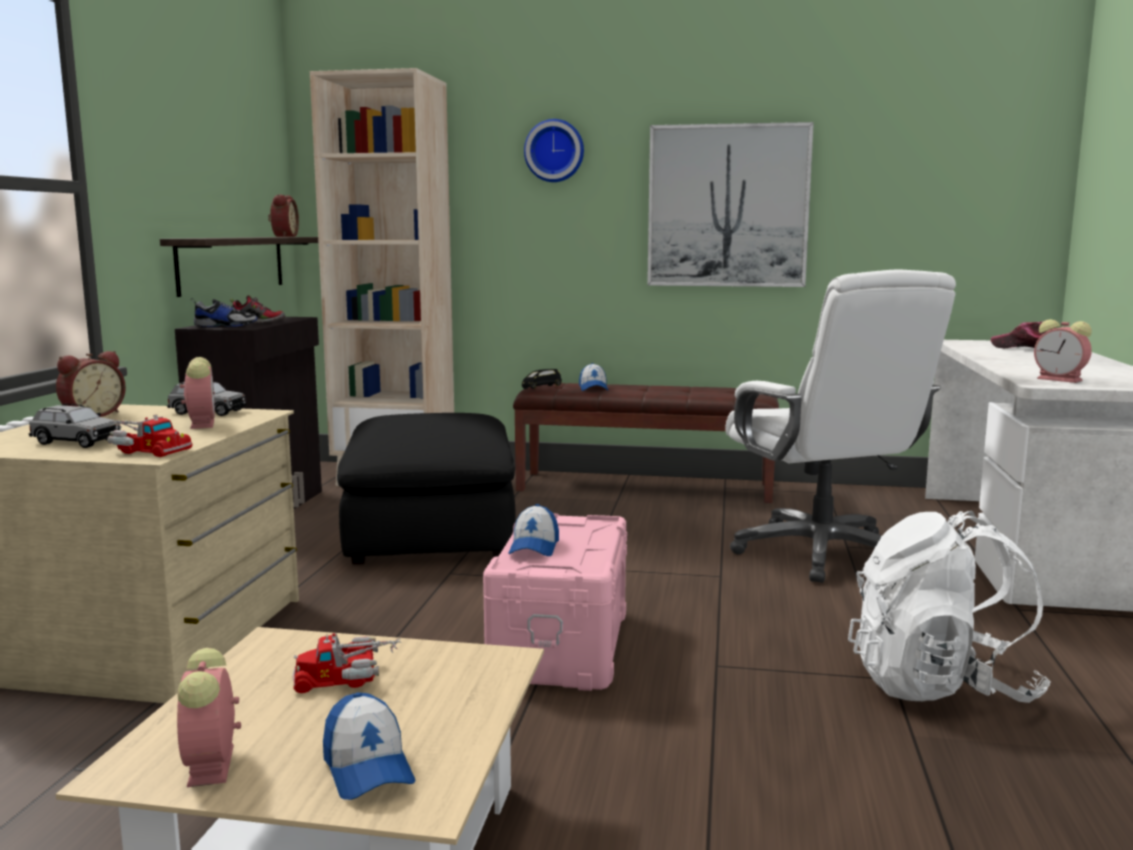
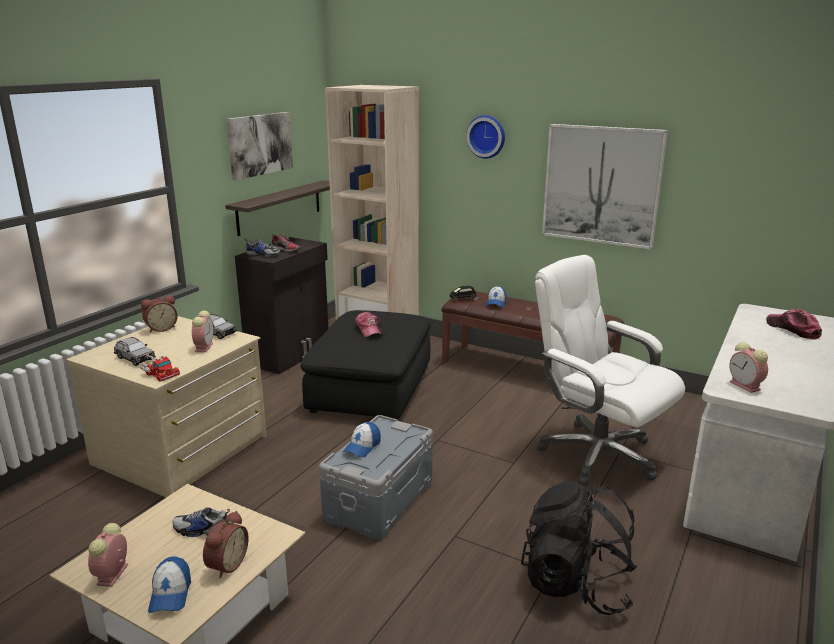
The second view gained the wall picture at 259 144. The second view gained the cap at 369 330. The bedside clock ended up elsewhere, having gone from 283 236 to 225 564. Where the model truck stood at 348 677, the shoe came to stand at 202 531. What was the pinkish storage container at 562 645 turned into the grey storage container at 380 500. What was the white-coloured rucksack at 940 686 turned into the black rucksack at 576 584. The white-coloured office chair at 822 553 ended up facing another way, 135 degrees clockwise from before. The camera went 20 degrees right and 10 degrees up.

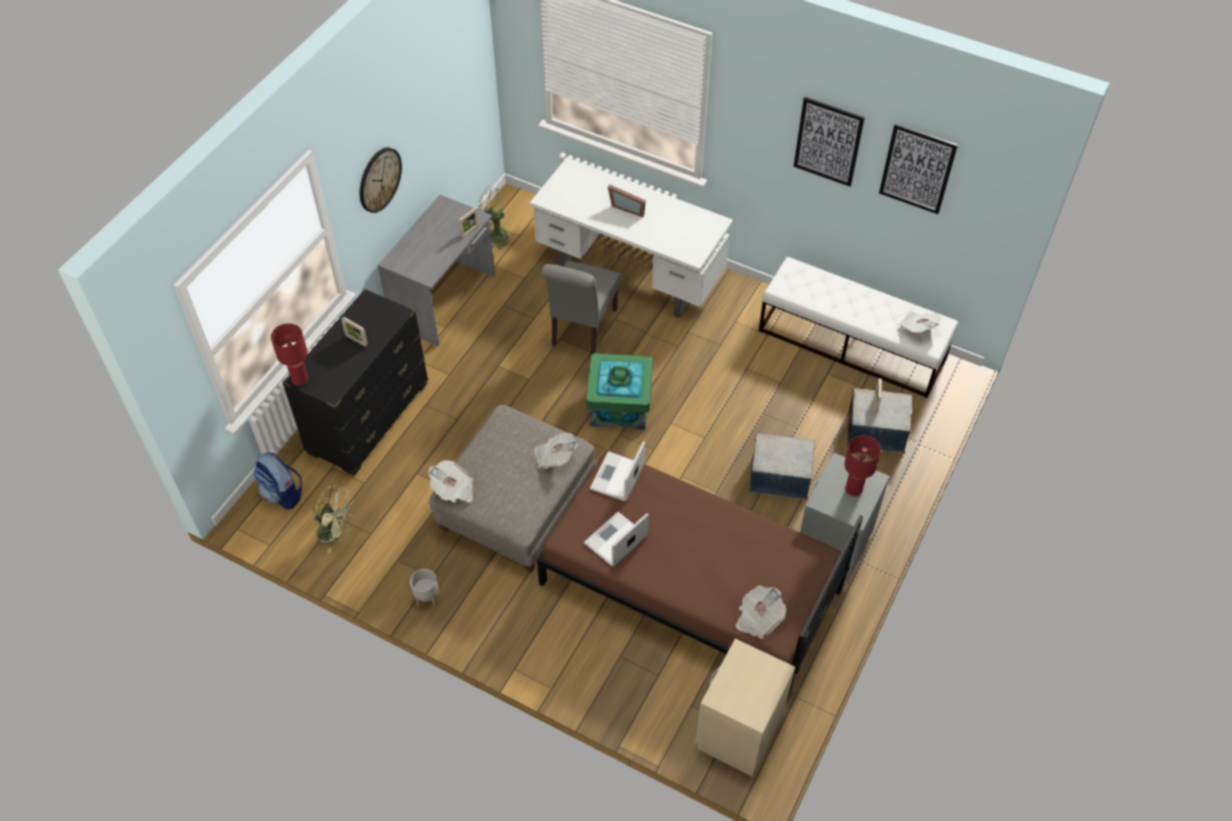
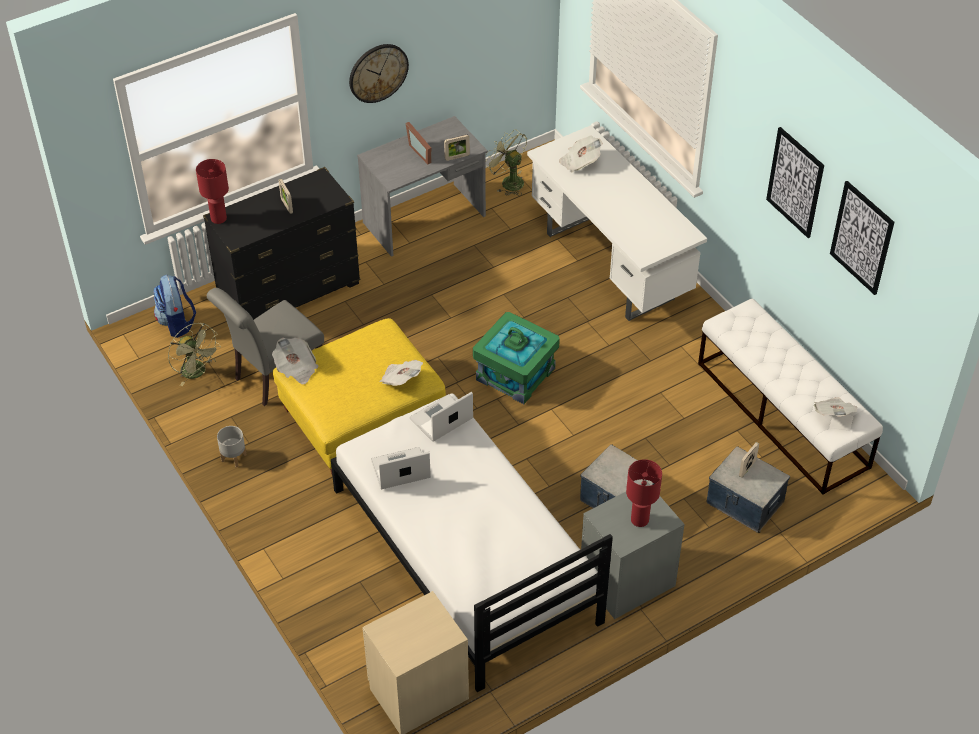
The grey upright chair ended up elsewhere, having gone from 582 330 to 274 377. The picture frame ended up elsewhere, having gone from 628 207 to 422 151. The printed paper ended up elsewhere, having gone from 758 618 to 580 162. What was the grey pouffe at 516 506 turned into the yellow pouffe at 362 418. What was the brown bed at 690 587 turned into the white-coloured bed at 464 555. The camera went 30 degrees right and 5 degrees down.

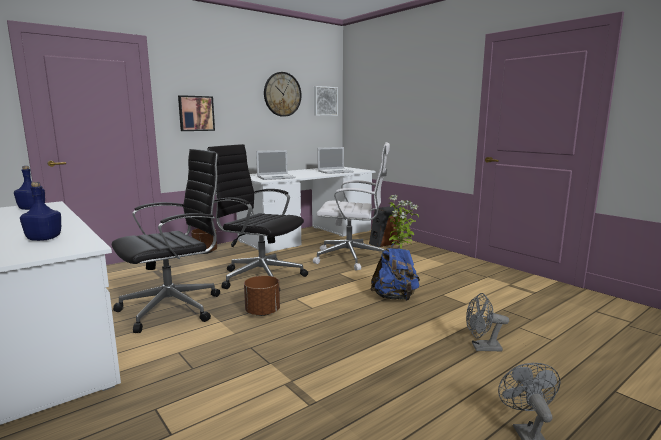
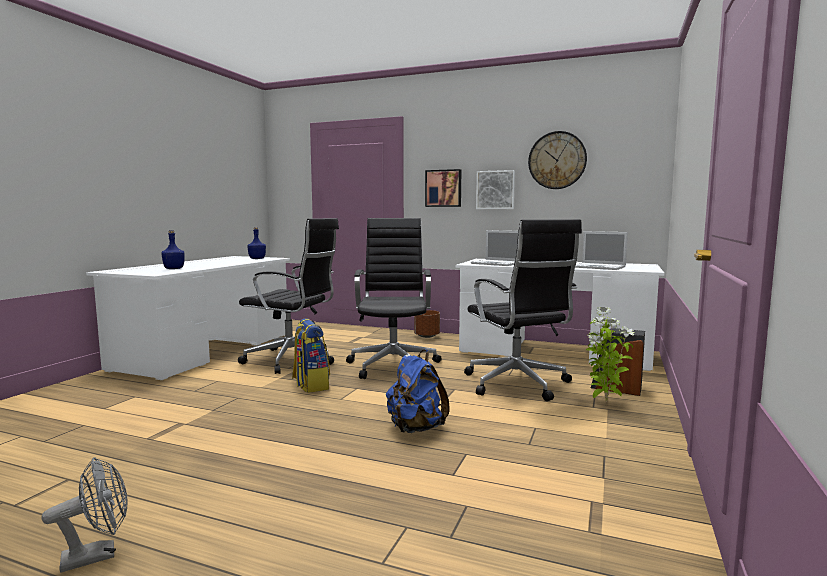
The second view lost the grey electric fan at 482 348. The wall picture ended up elsewhere, having gone from 325 101 to 495 190. Where the brown planter stood at 262 312, the rucksack came to stand at 310 385. What was the white-coloured office chair at 352 258 turned into the black office chair at 517 384. The camera went 60 degrees right and 5 degrees down.

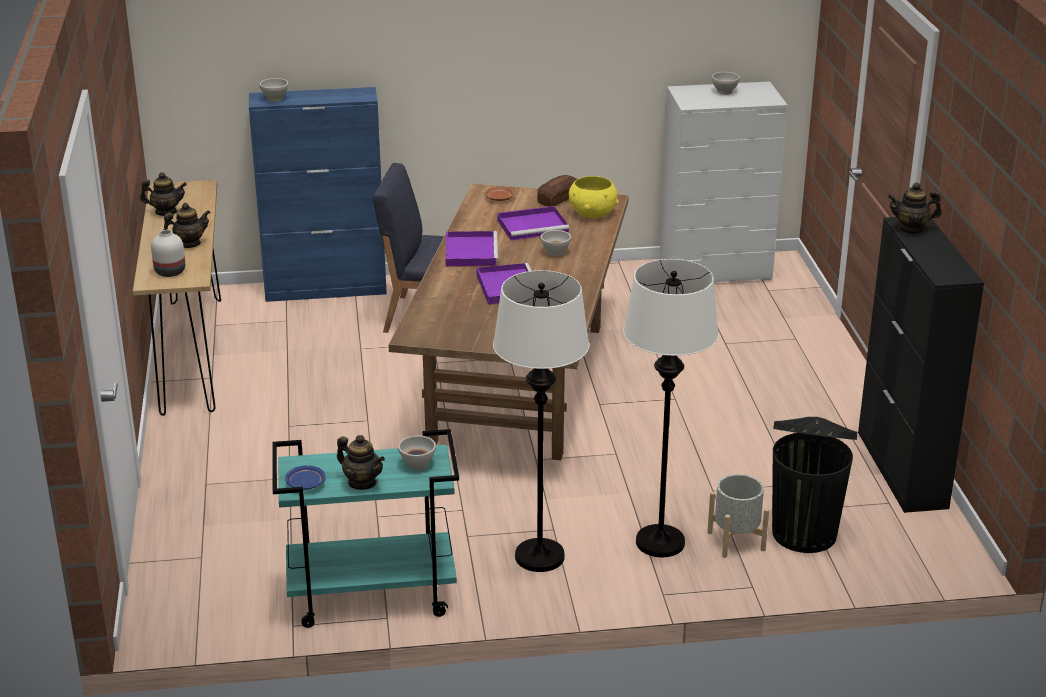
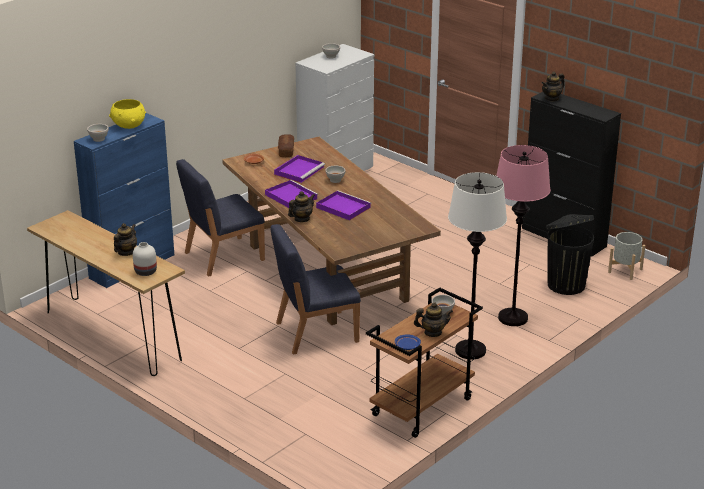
The second view gained the bluish upright chair at 315 332. The pot for tea ended up elsewhere, having gone from 166 212 to 301 219. The yellow deep dish ended up elsewhere, having gone from 592 213 to 129 125. The grey planter ended up elsewhere, having gone from 736 541 to 625 270. What was the turquoise cart at 370 596 turned into the brown cart at 422 408. What was the white-coloured standing lamp at 660 543 turned into the pinkish standing lamp at 513 318. The camera went 40 degrees left and 0 degrees up.

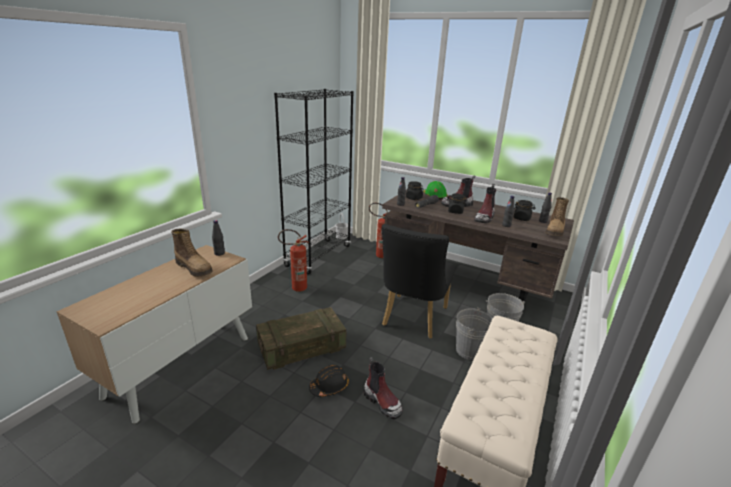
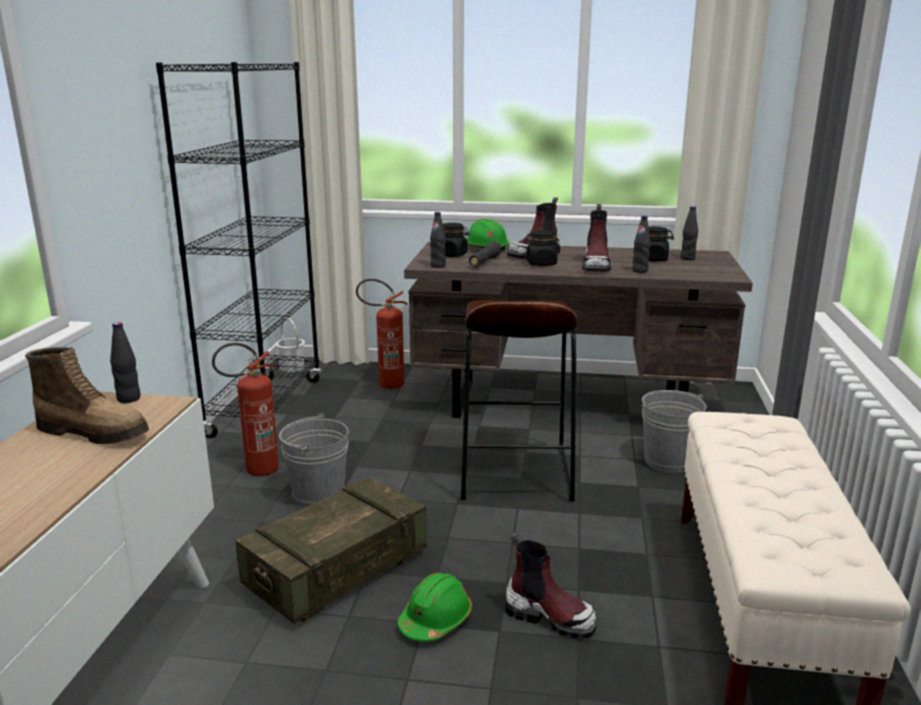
The second view lost the high-top boot at 555 231. The grey pail ended up elsewhere, having gone from 469 350 to 318 495. Where the black upright chair stood at 412 319, the brown stool seat came to stand at 514 474. What was the black work helmet at 329 386 turned into the greenish work helmet at 435 620. The camera went 20 degrees left and 5 degrees down.

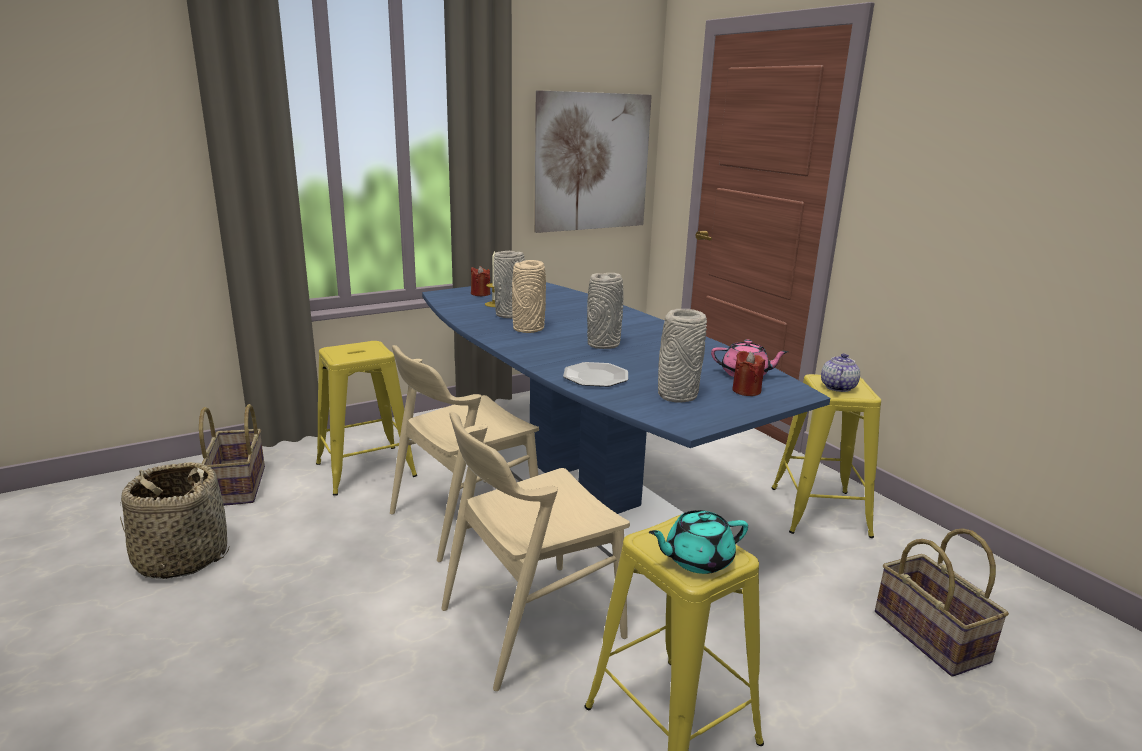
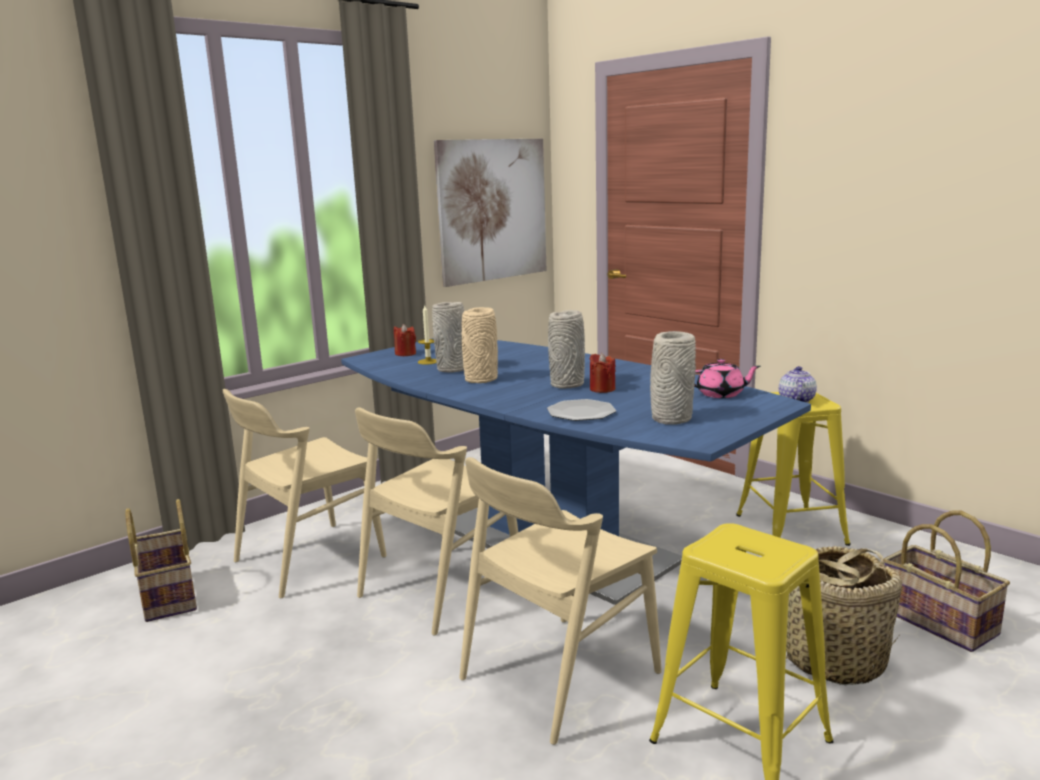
The second view lost the turquoise pot for tea at 697 559. The storage basket ended up elsewhere, having gone from 181 557 to 833 660. The red-coloured wax light ended up elsewhere, having gone from 746 390 to 602 389. Where the yellow stool seat stood at 366 470, the sand-coloured upright chair came to stand at 309 559. The camera went 10 degrees left and 5 degrees down.

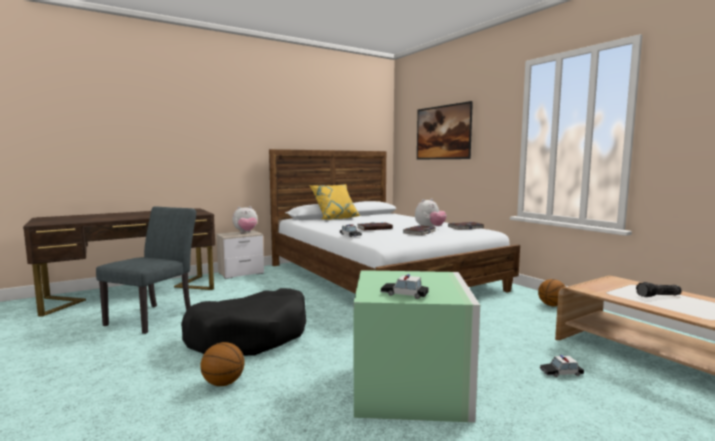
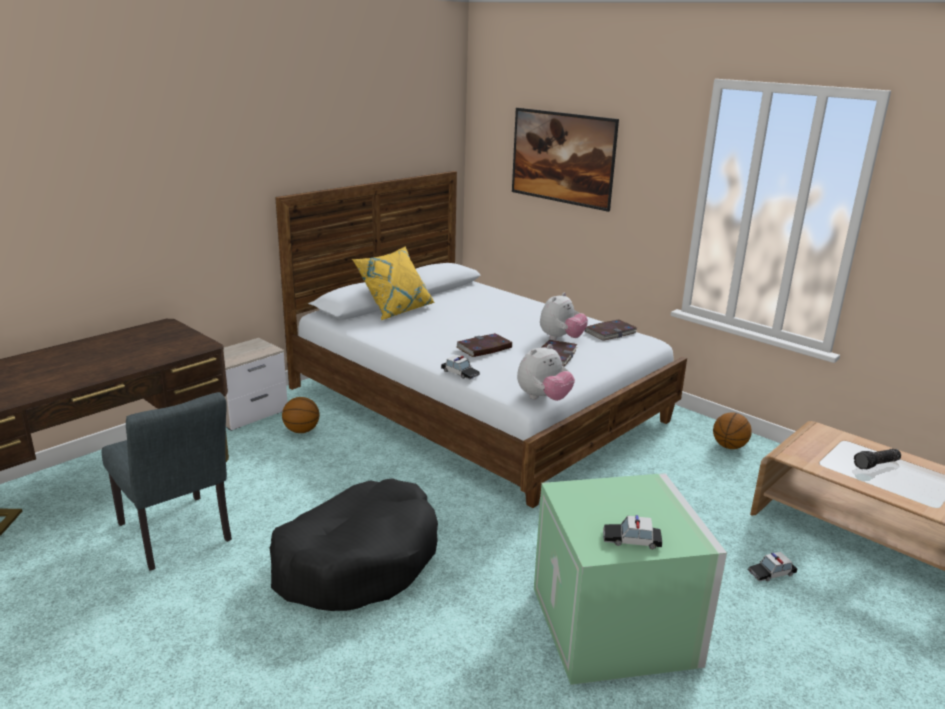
The basketball ended up elsewhere, having gone from 223 383 to 302 431. The cuddly toy ended up elsewhere, having gone from 246 232 to 543 398. The grey upright chair at 155 316 ended up facing another way, 135 degrees clockwise from before. The camera went 15 degrees left and 15 degrees up.

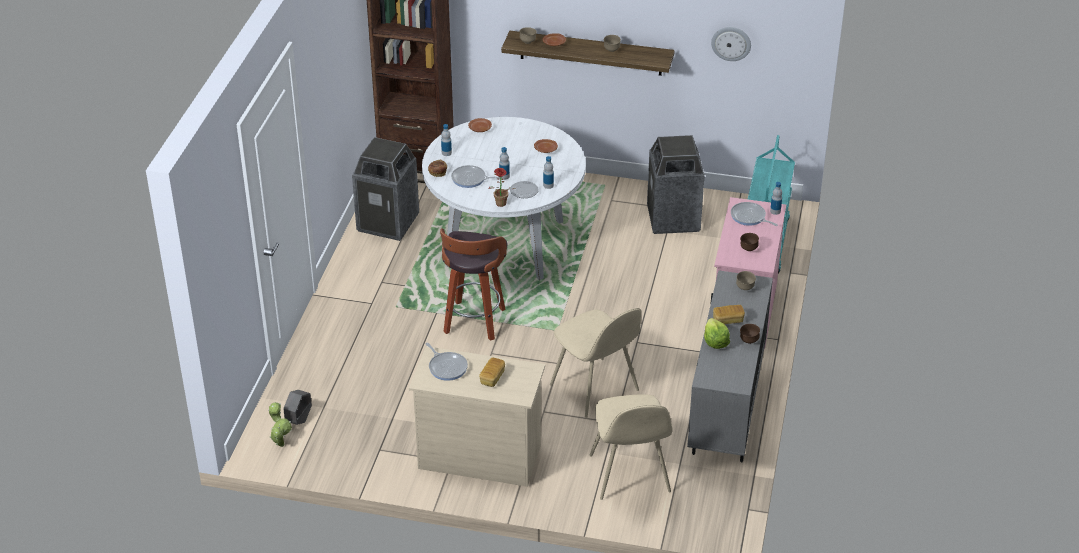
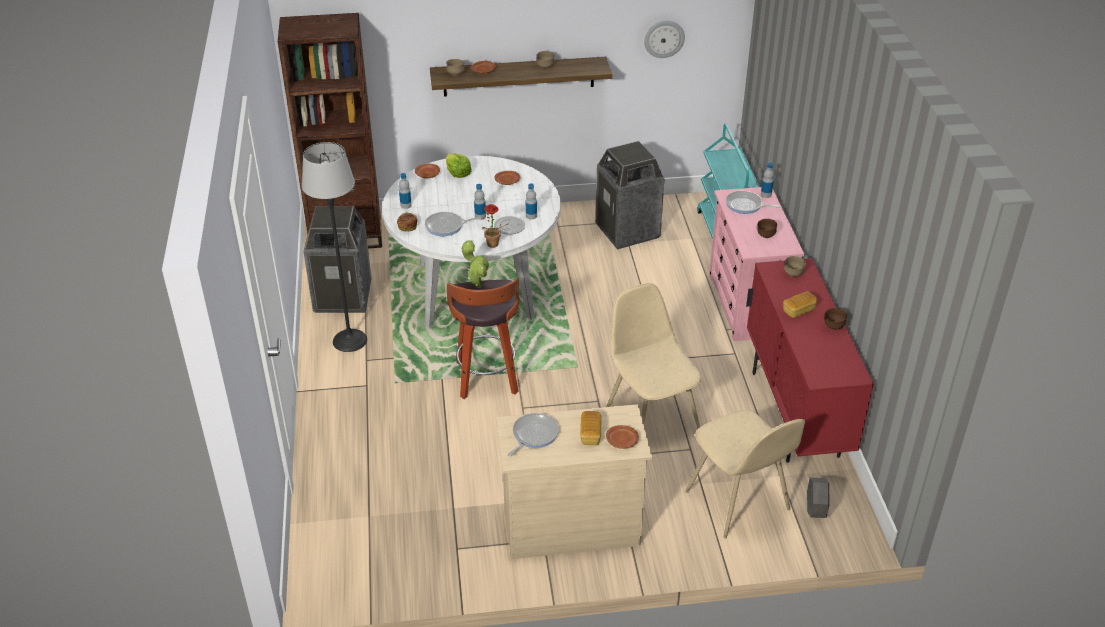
The second view gained the standing lamp at 350 340. The second view gained the brown flat dish at 622 441. The potted plant ended up elsewhere, having gone from 280 443 to 477 284. The grey planter ended up elsewhere, having gone from 299 420 to 815 512. The head of lettuce ended up elsewhere, having gone from 715 341 to 457 173. What was the grey cupboard at 725 417 turned into the red-coloured cupboard at 794 414. The frying pan at 447 367 ended up facing another way, 90 degrees counterclockwise from before. The sand-coloured upright chair at 595 389 ended up facing another way, 150 degrees counterclockwise from before. The camera went 20 degrees left and 0 degrees up.

